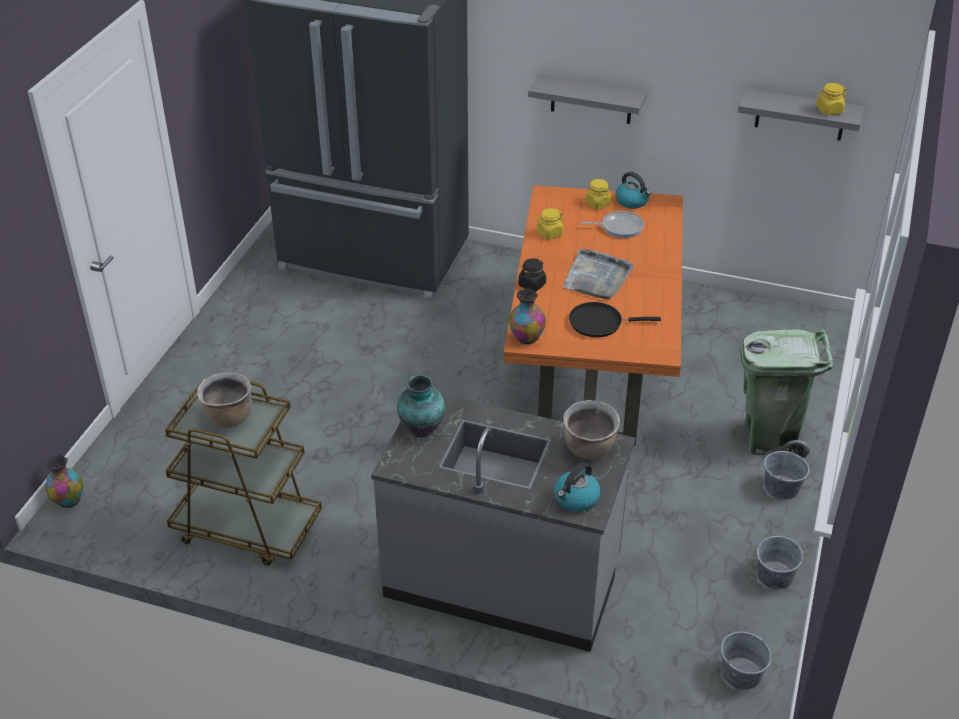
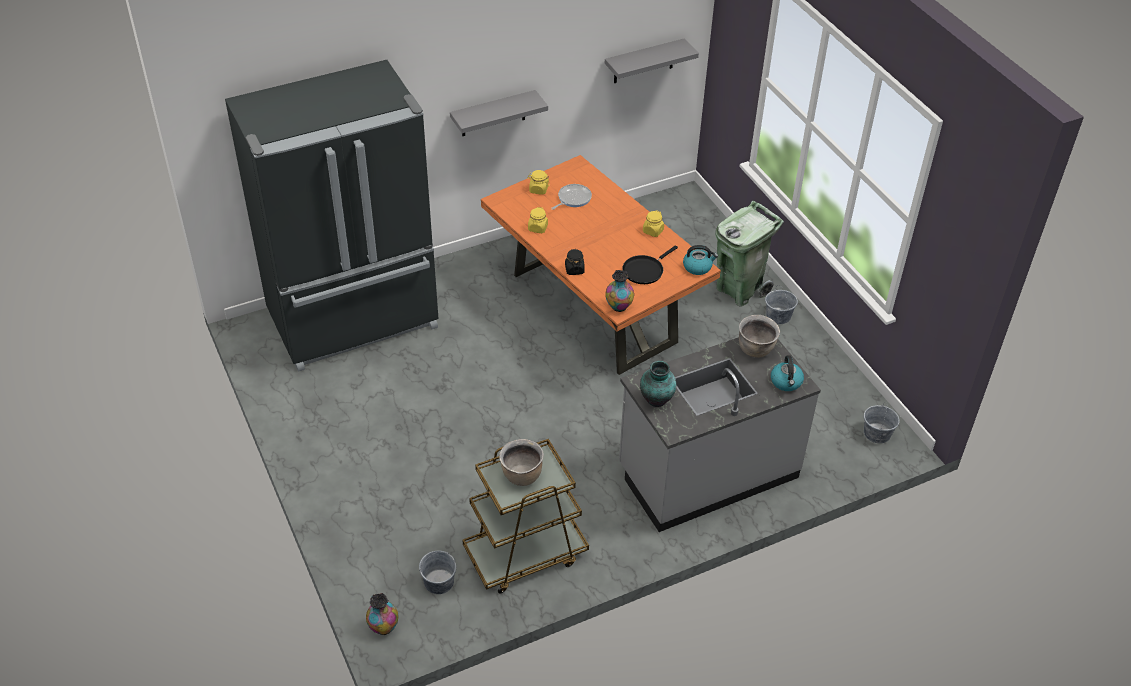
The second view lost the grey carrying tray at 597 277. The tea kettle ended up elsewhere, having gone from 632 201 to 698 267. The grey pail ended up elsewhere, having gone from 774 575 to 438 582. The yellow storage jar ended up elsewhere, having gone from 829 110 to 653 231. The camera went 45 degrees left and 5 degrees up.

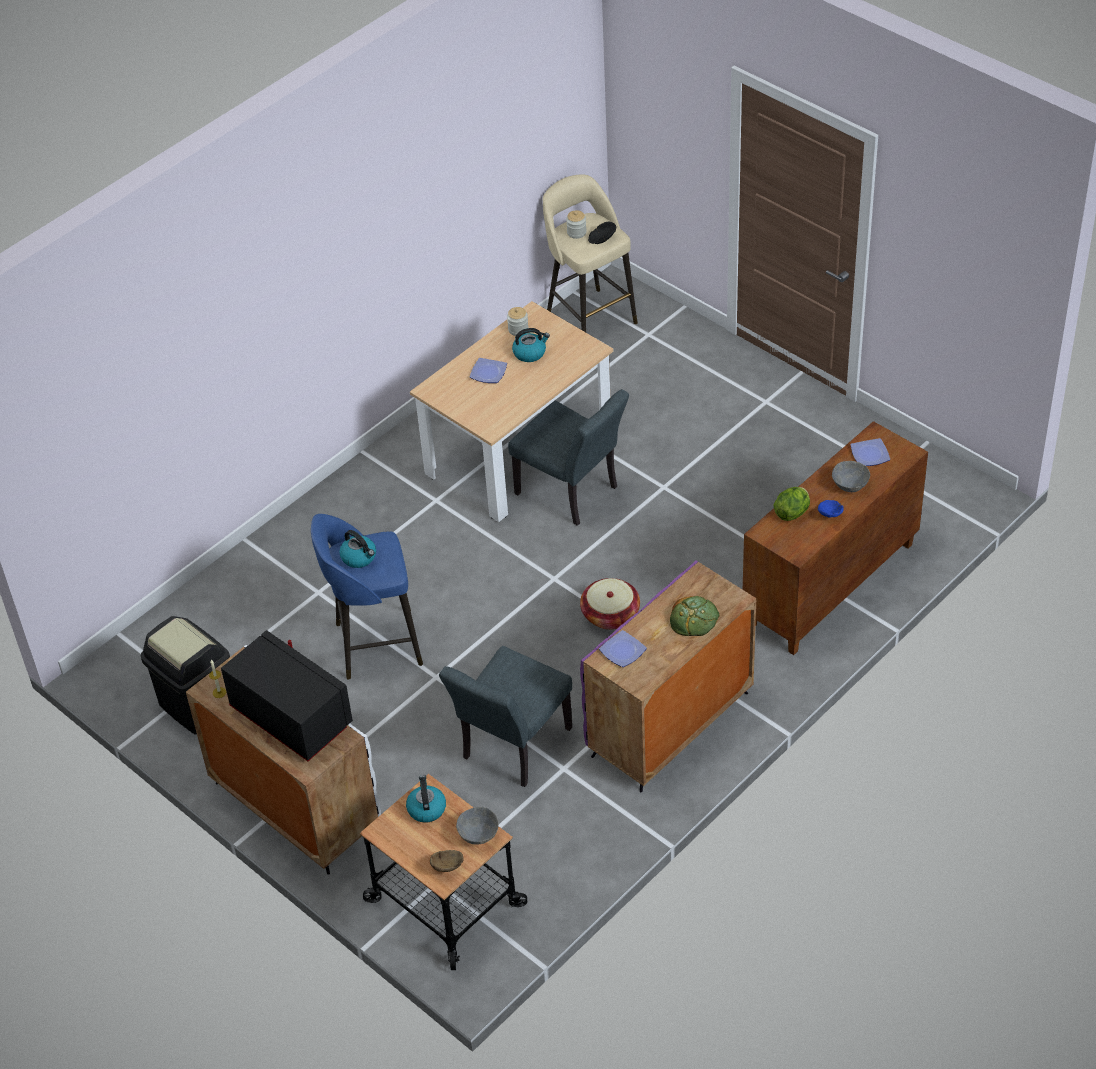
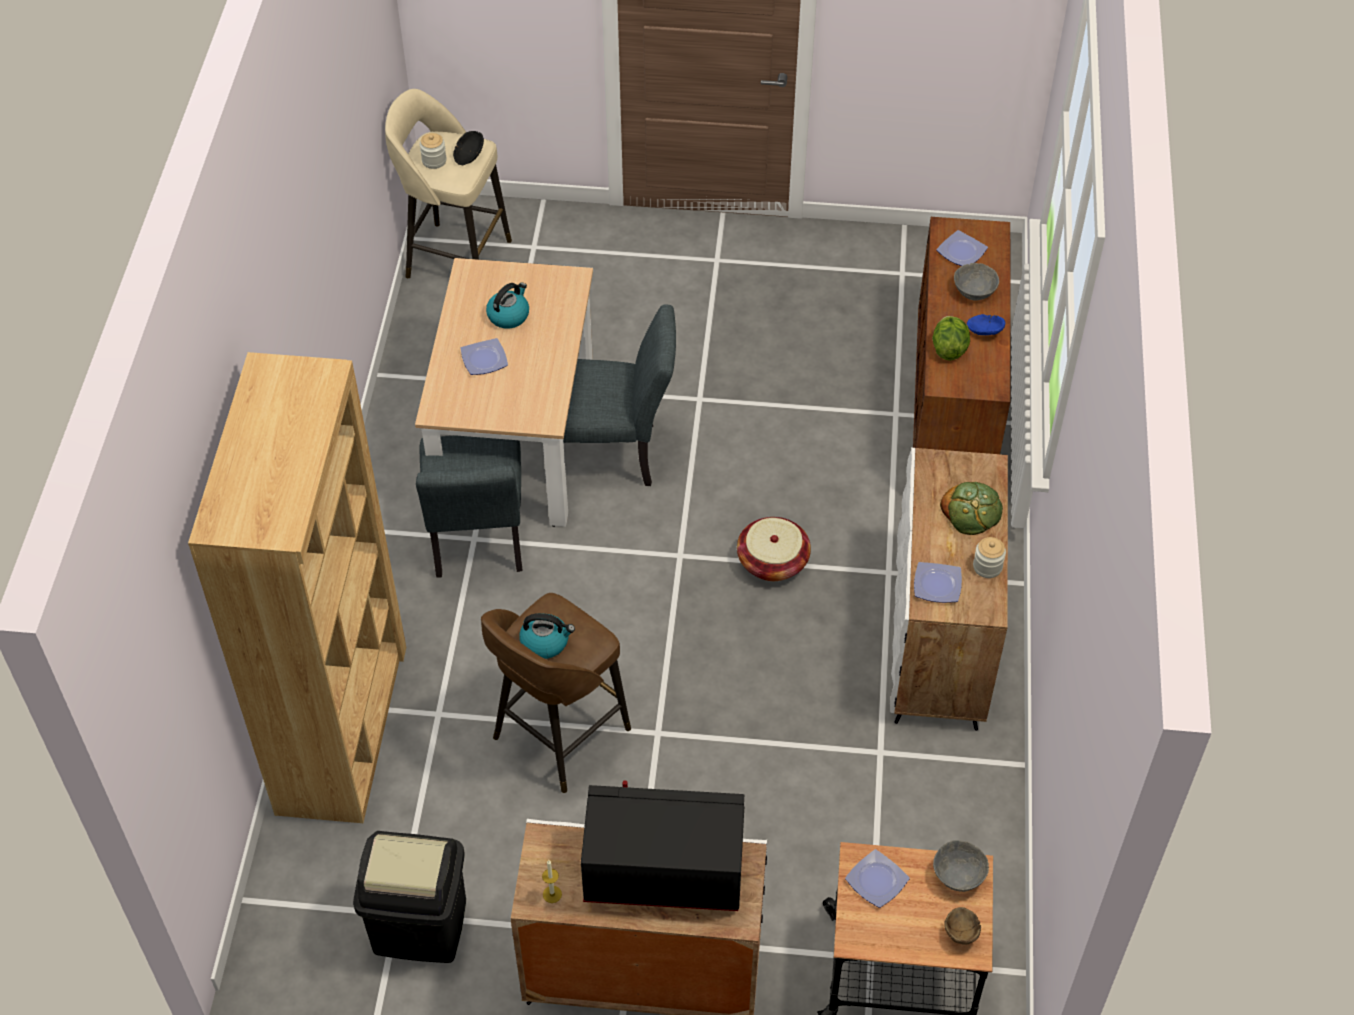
The second view gained the brown shelving unit at 342 728. The grey upright chair ended up elsewhere, having gone from 511 749 to 477 543. The storage jar ended up elsewhere, having gone from 518 329 to 987 567. Where the tea kettle stood at 426 808, the flat dish came to stand at 877 882. What was the bluish stool seat at 375 644 turned into the brown stool seat at 558 736. What was the purplish cupboard at 670 725 turned into the white-coloured cupboard at 938 643. The camera went 40 degrees left and 5 degrees up.

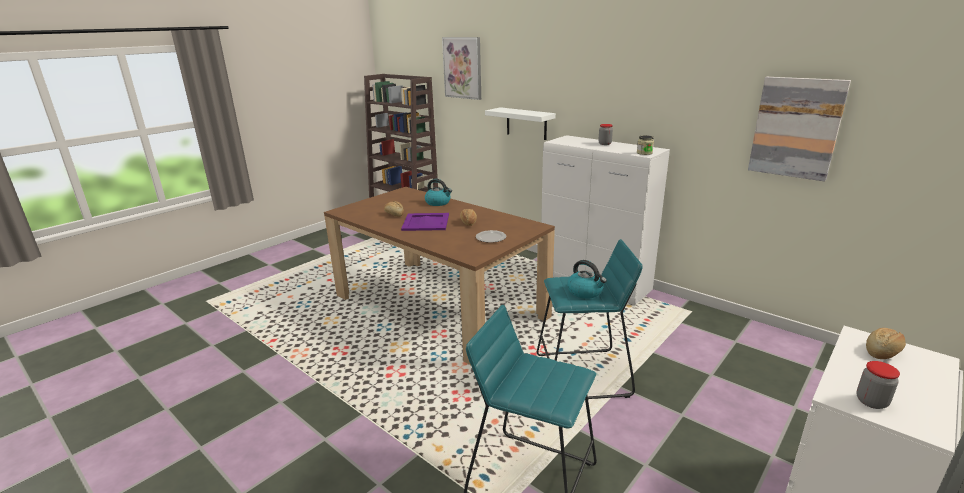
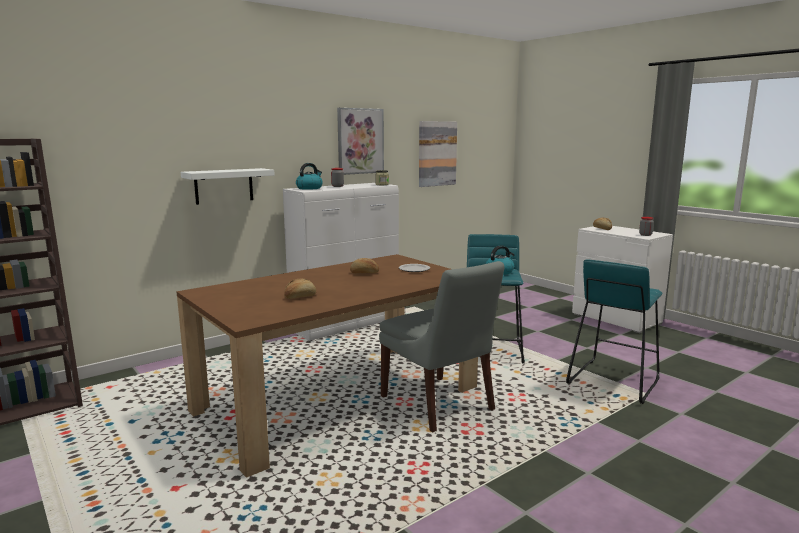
The second view lost the purplish carrying tray at 426 222. The second view gained the grey upright chair at 439 405. The tea kettle ended up elsewhere, having gone from 438 202 to 309 188. The wall picture ended up elsewhere, having gone from 463 68 to 360 141. The camera went 80 degrees left and 10 degrees down.

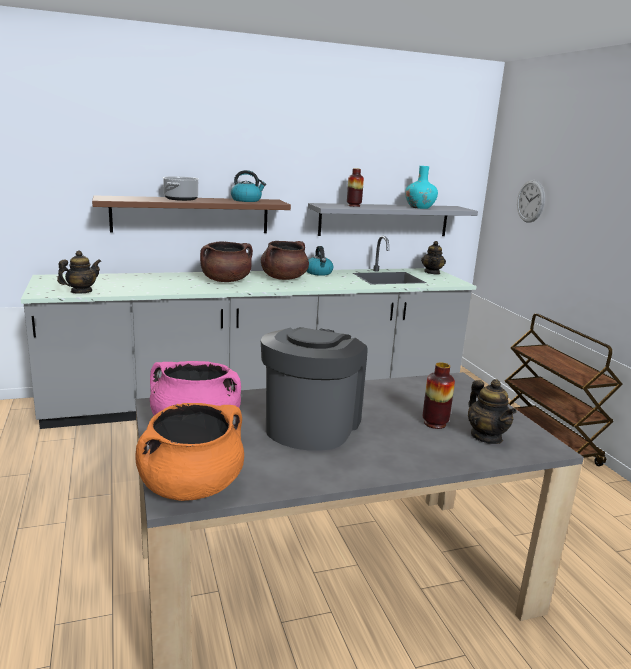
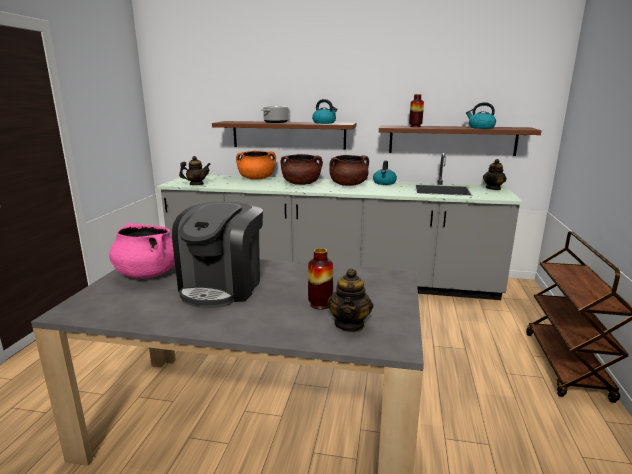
The second view lost the hanging clock at 530 201. The orange saucepot ended up elsewhere, having gone from 191 486 to 256 179. Where the turquoise decorative vase stood at 419 207, the tea kettle came to stand at 480 128. What was the grey bracket shelf at 384 220 turned into the brown bracket shelf at 452 140. The coffee machine at 311 425 ended up facing another way, 150 degrees clockwise from before. The camera went 30 degrees right and 0 degrees up.

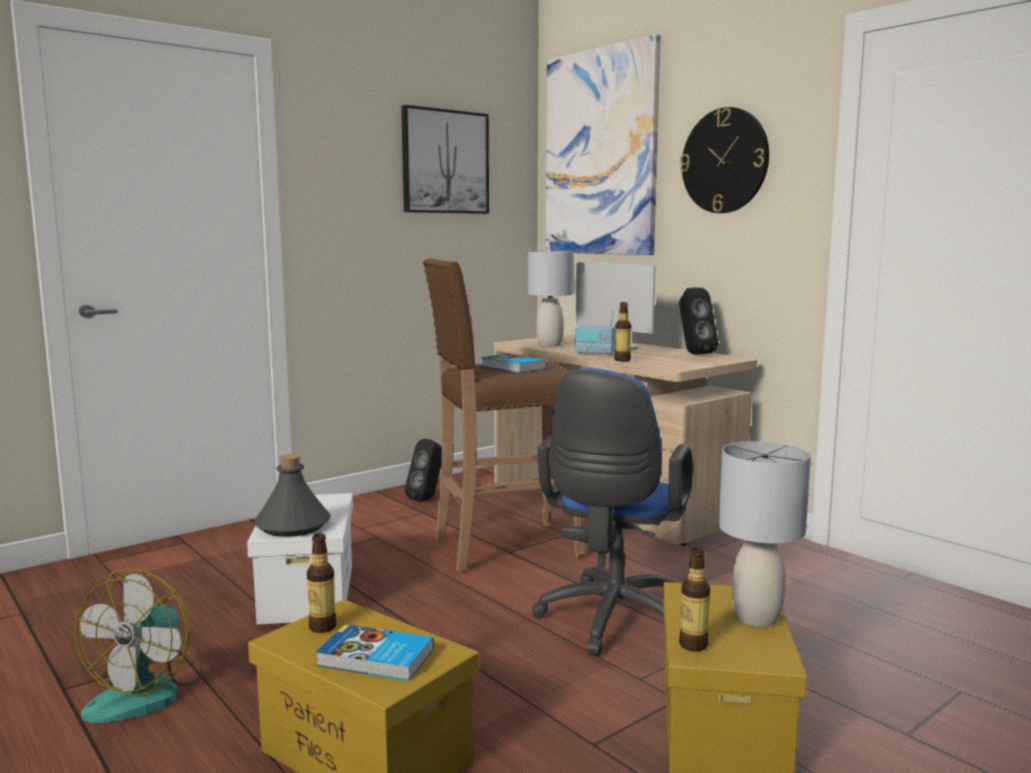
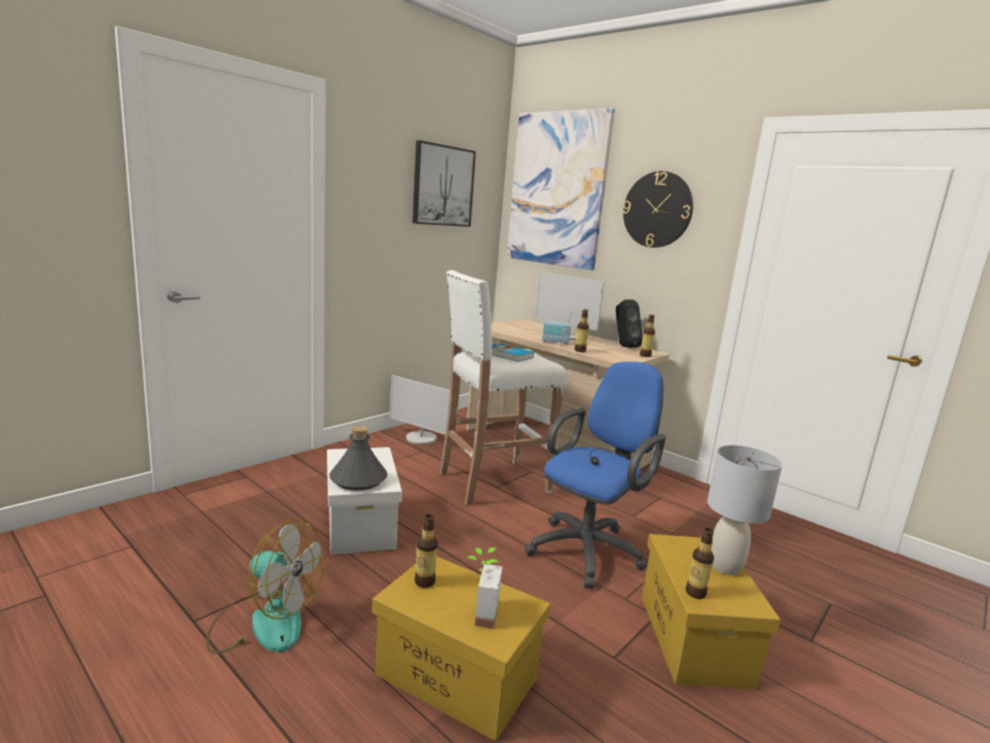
The second view lost the grey lamp for a table at 549 345. The second view gained the beverage bottle at 645 355. Where the bound book stood at 376 659, the potted plant came to stand at 479 613. Where the black audio speaker stood at 427 498, the computer screen came to stand at 421 438. What was the brown stool seat at 504 547 turned into the white-coloured stool seat at 491 482. The electric fan at 147 692 ended up facing another way, 75 degrees counterclockwise from before. The bluish office chair at 611 622 ended up facing another way, 150 degrees counterclockwise from before. The camera went 10 degrees left and 5 degrees up.

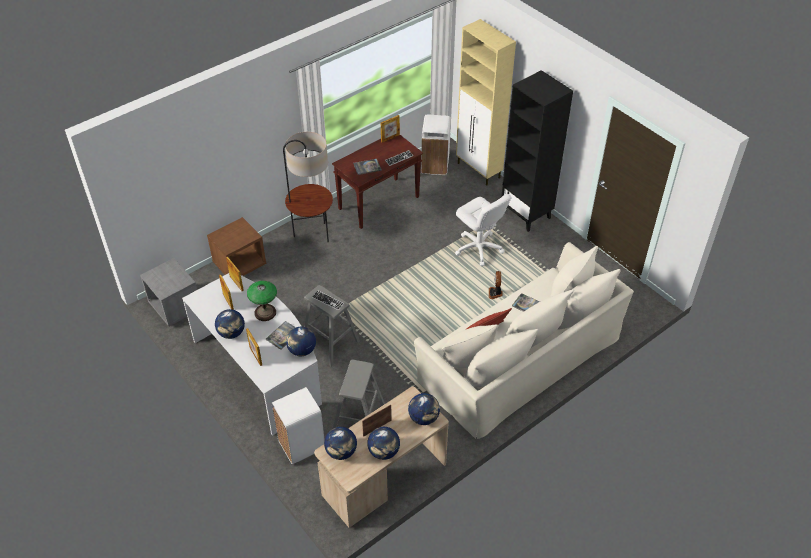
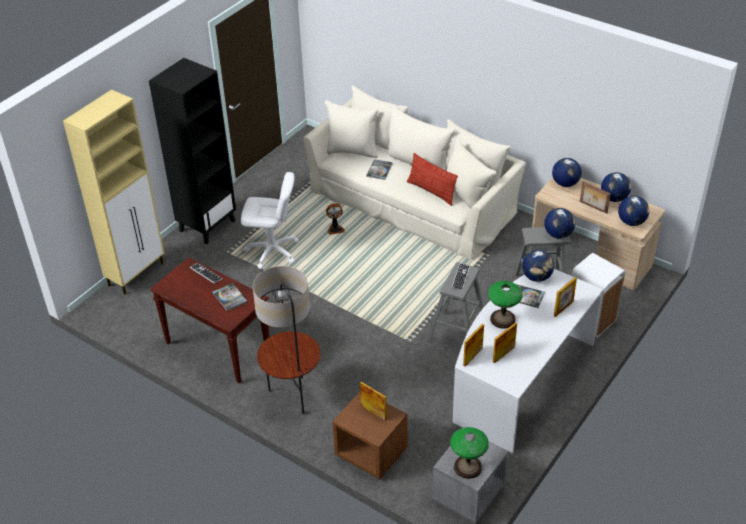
The second view lost the white-coloured waste bin at 435 165. The second view gained the lamp for a table at 467 467. The desk globe ended up elsewhere, having gone from 231 333 to 558 234. The picture frame ended up elsewhere, having gone from 390 138 to 373 412. The white-coloured office chair at 478 248 ended up facing another way, 60 degrees clockwise from before. The camera went 105 degrees left and 5 degrees down.

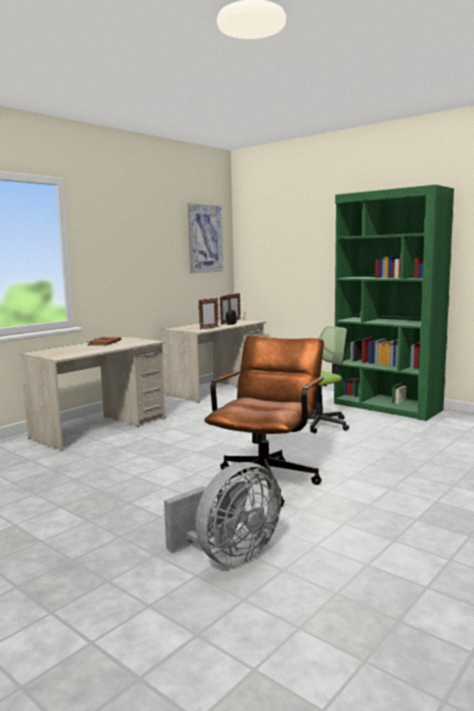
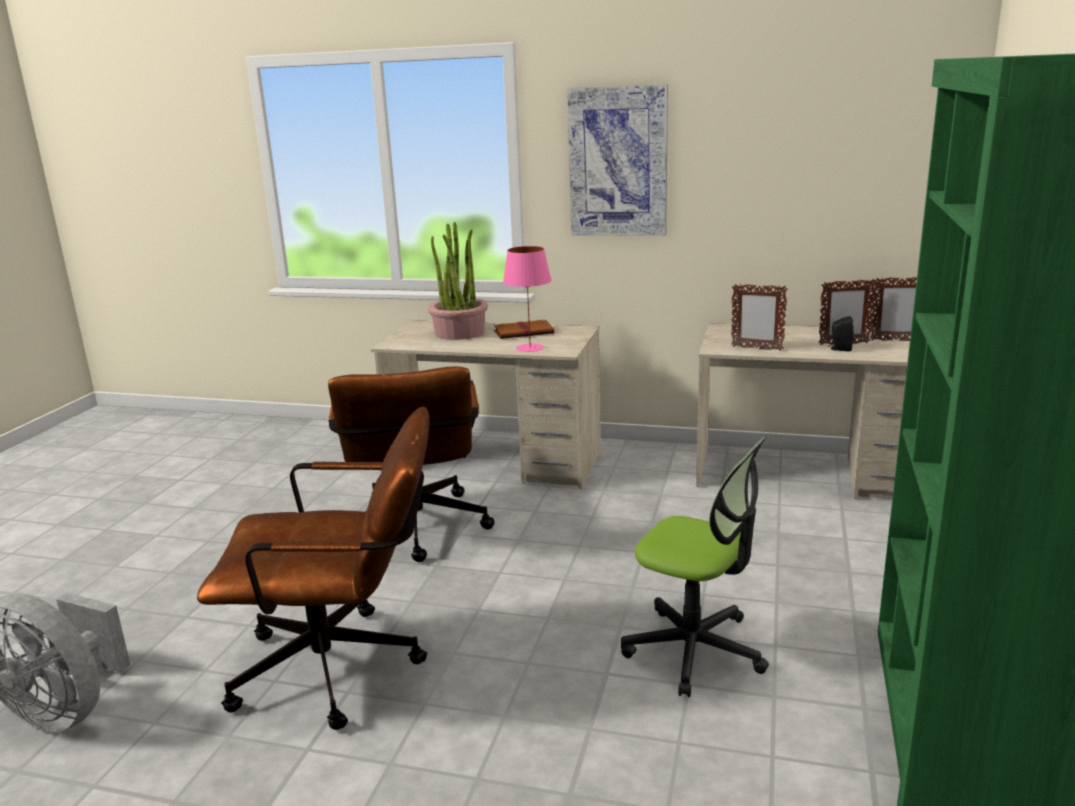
The second view gained the brown office chair at 417 532. The second view gained the potted plant at 459 333. The second view gained the pinkish lamp for a table at 530 348. The wall picture ended up elsewhere, having gone from 204 238 to 618 162. The camera went 65 degrees right and 10 degrees up.

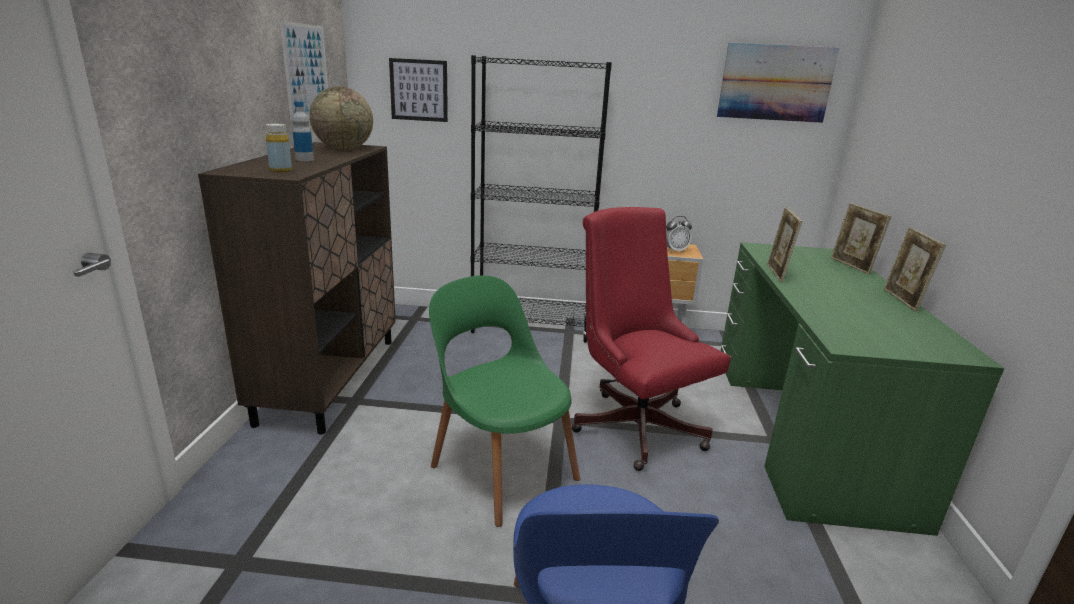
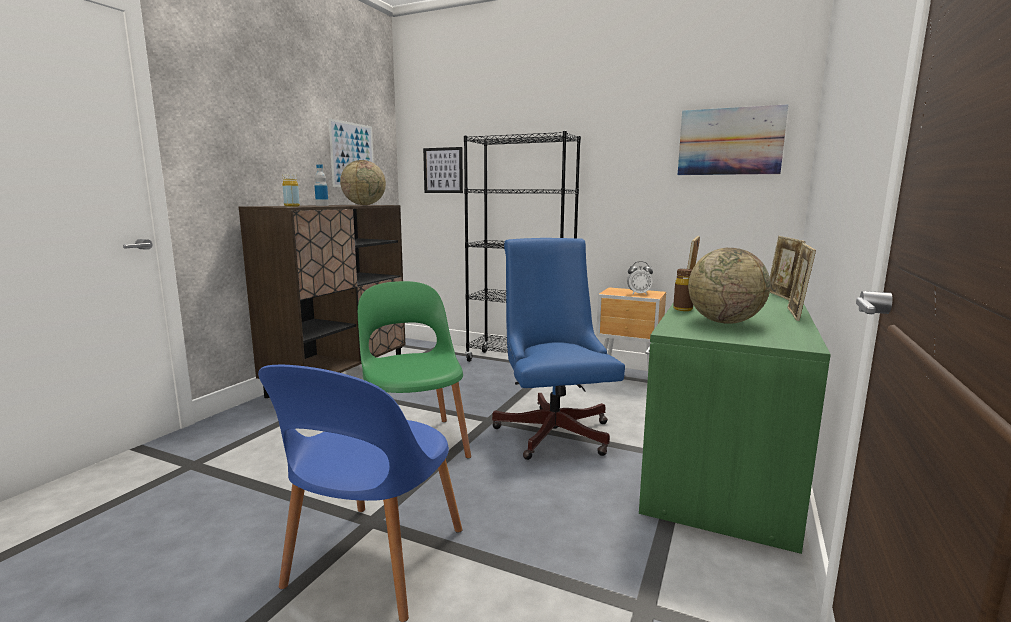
The second view gained the brown beverage bottle at 682 309. The second view gained the desk globe at 724 322. What was the red-coloured office chair at 634 423 turned into the bluish office chair at 553 430. The camera went 20 degrees right and 10 degrees down.

